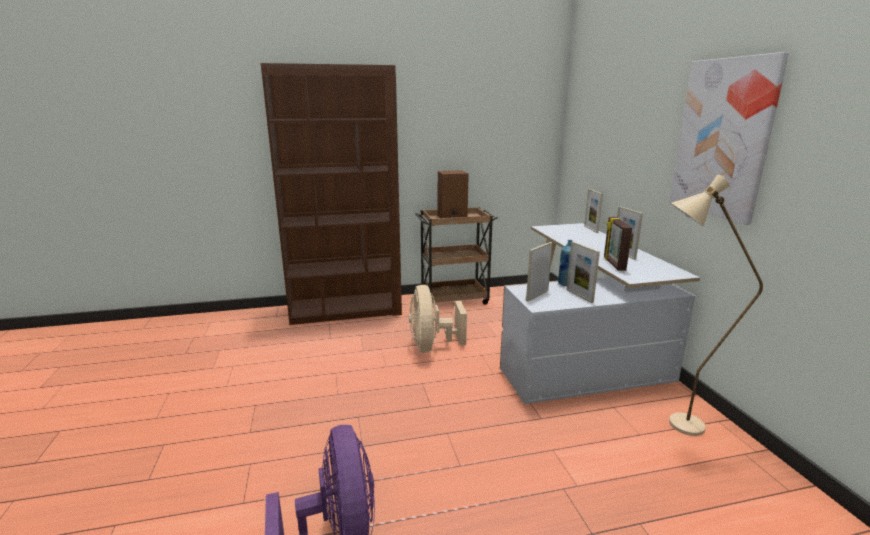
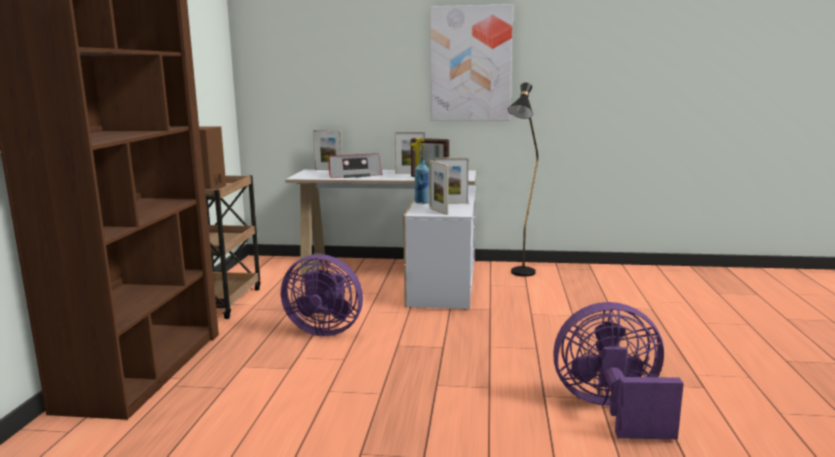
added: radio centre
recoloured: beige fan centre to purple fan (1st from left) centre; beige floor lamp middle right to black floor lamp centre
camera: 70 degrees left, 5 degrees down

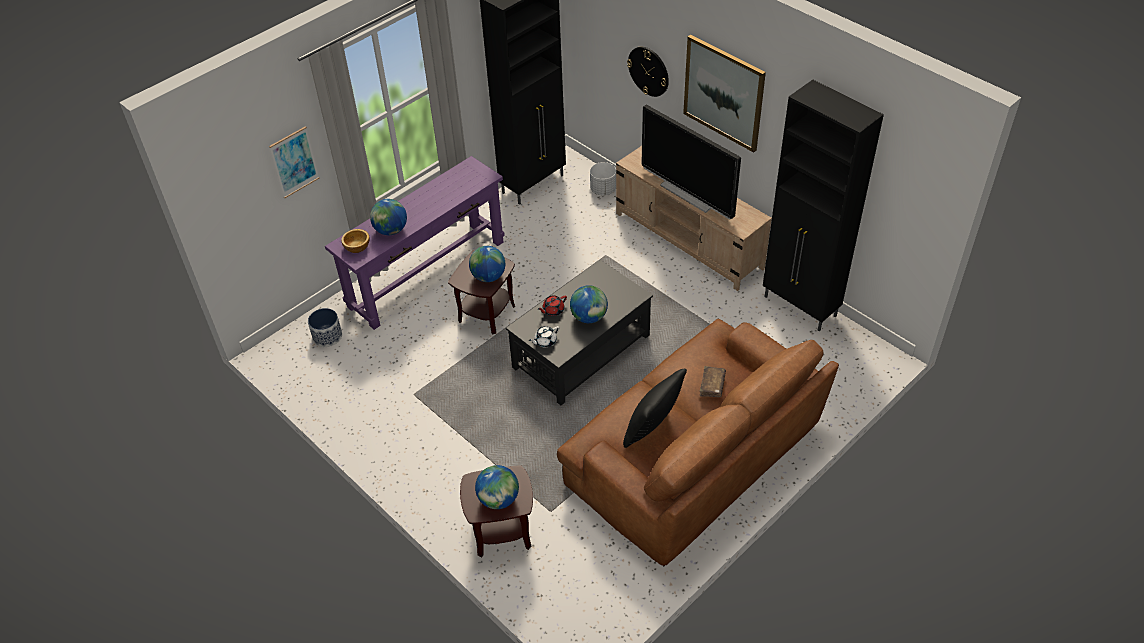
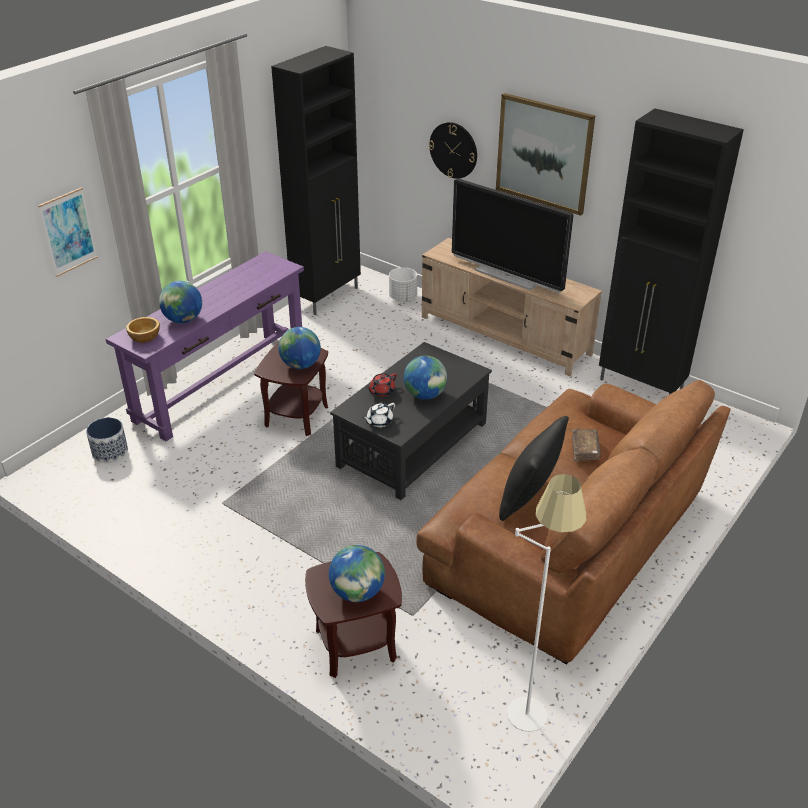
added: white floor lamp bottom right
camera: 10 degrees left, 10 degrees down

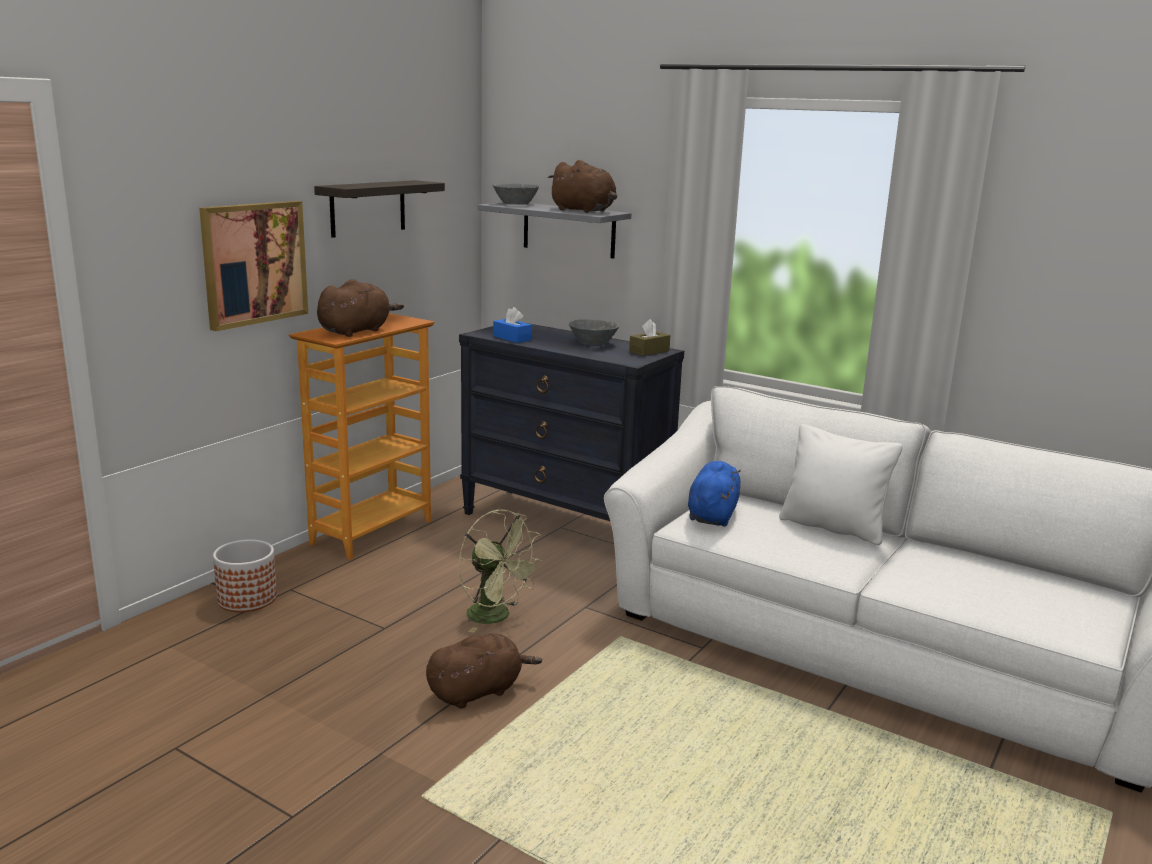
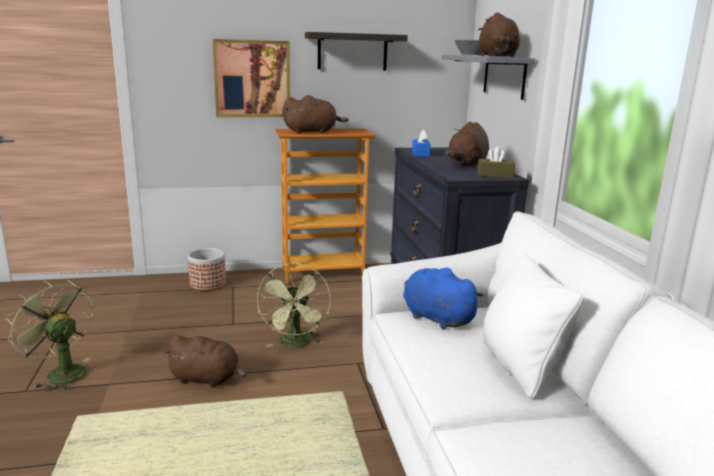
added: green fan (1st from left) bottom left
replaced: grey bowl (2nd from left) centre to brown plush toy (3rd from left) top centre
turned: blue plush toy centre = centre 105 degrees counterclockwise
camera: 45 degrees right, 0 degrees up

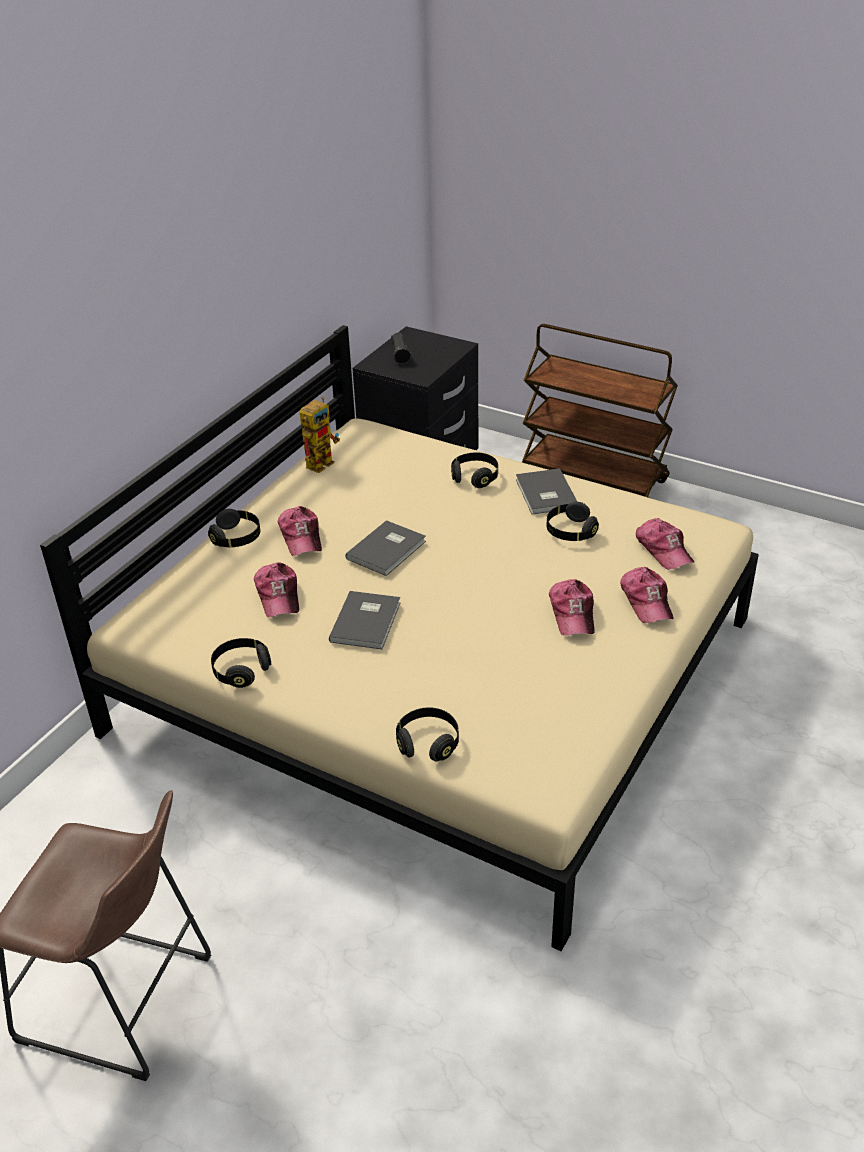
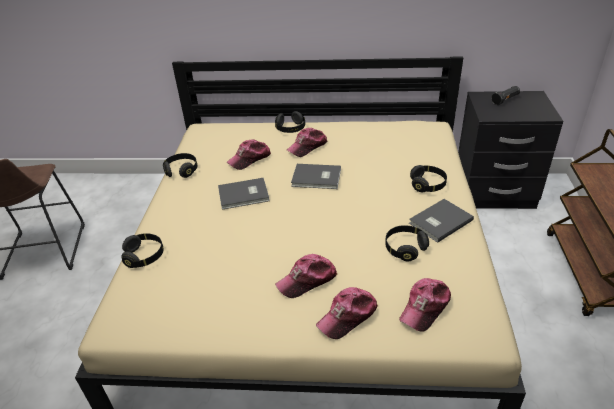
removed: toy robot centre
camera: 65 degrees right, 0 degrees up

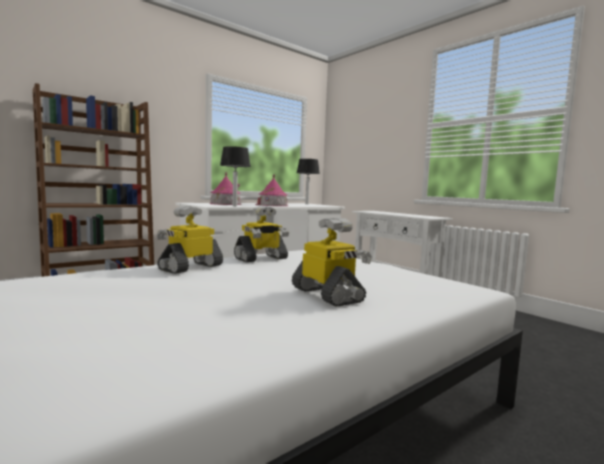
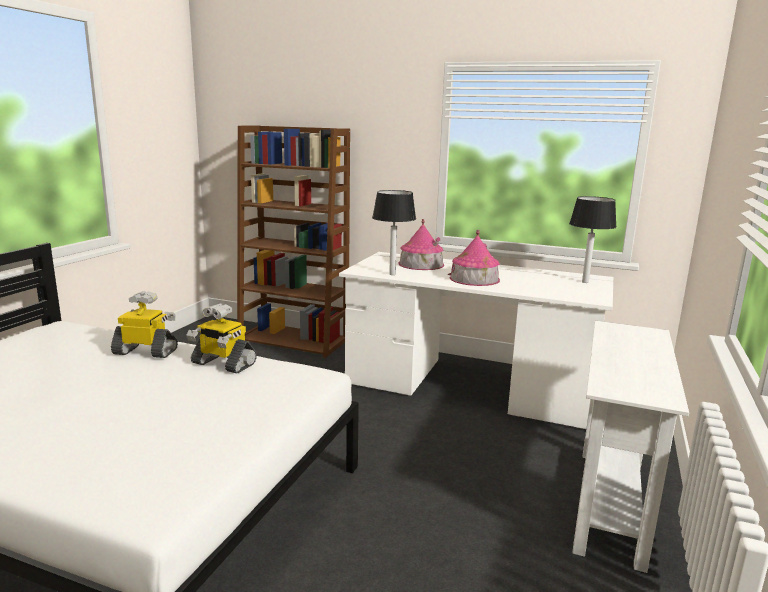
removed: toy robot (3rd from left) centre
camera: 60 degrees right, 10 degrees up

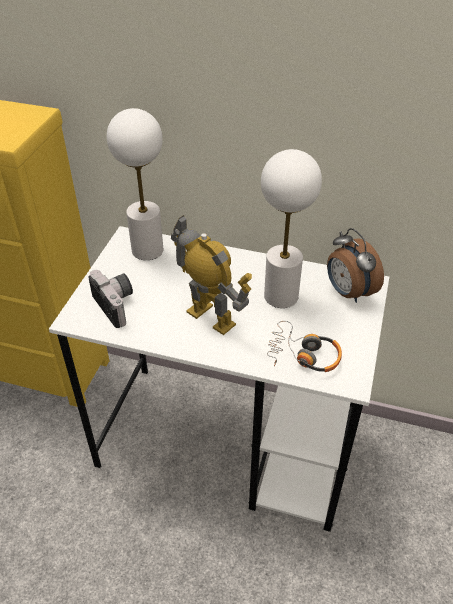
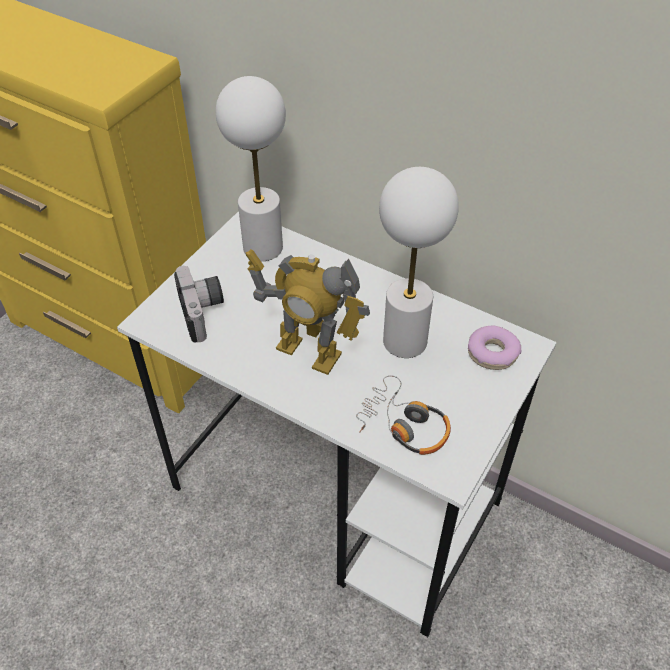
replaced: alarm clock middle right to donut middle right
turned: toy robot centre = centre 150 degrees clockwise
camera: 15 degrees right, 5 degrees up

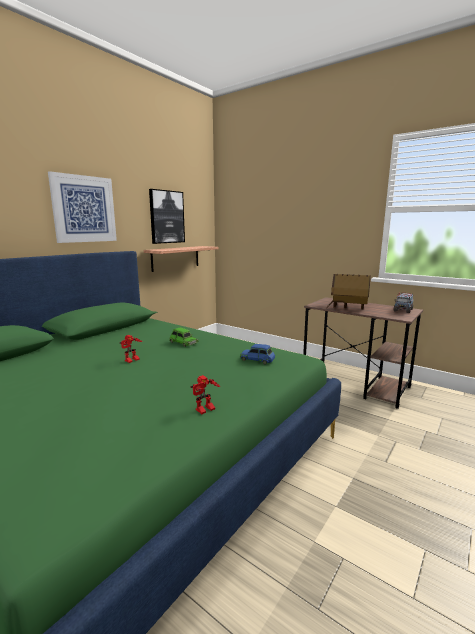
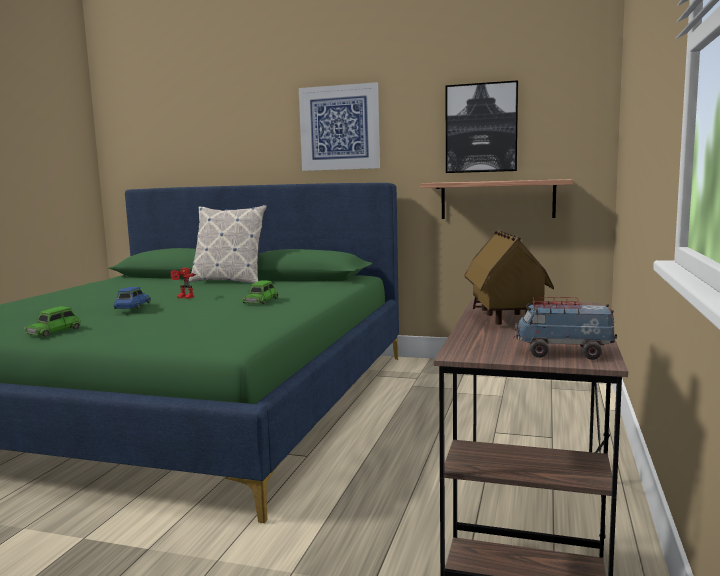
added: pillow middle left
moved: blue toy car centre to middle left
replaced: toy robot (2nd from left) centre to green toy car (1st from left) middle left
camera: 70 degrees right, 5 degrees down

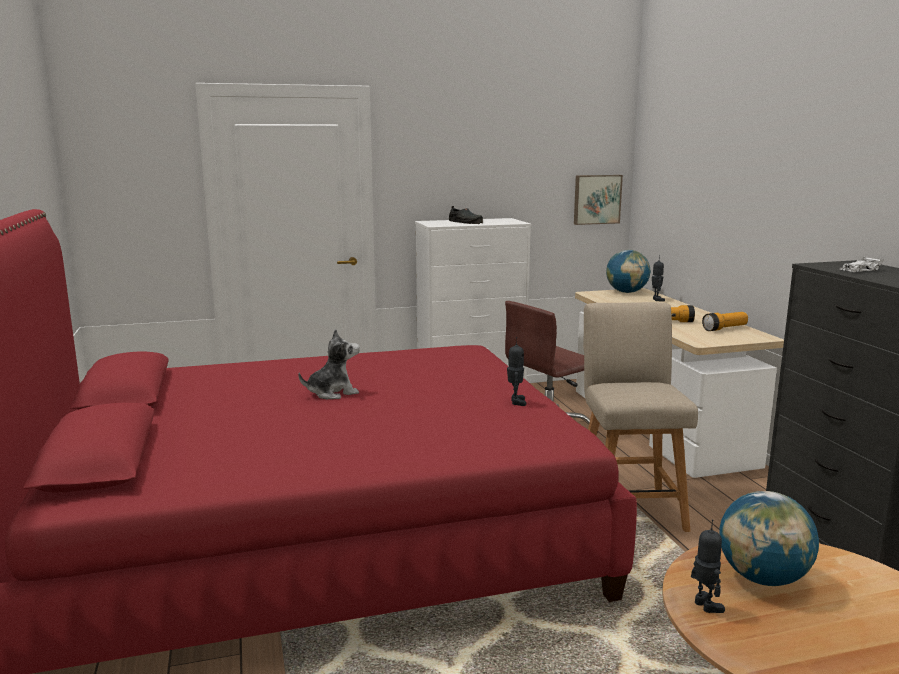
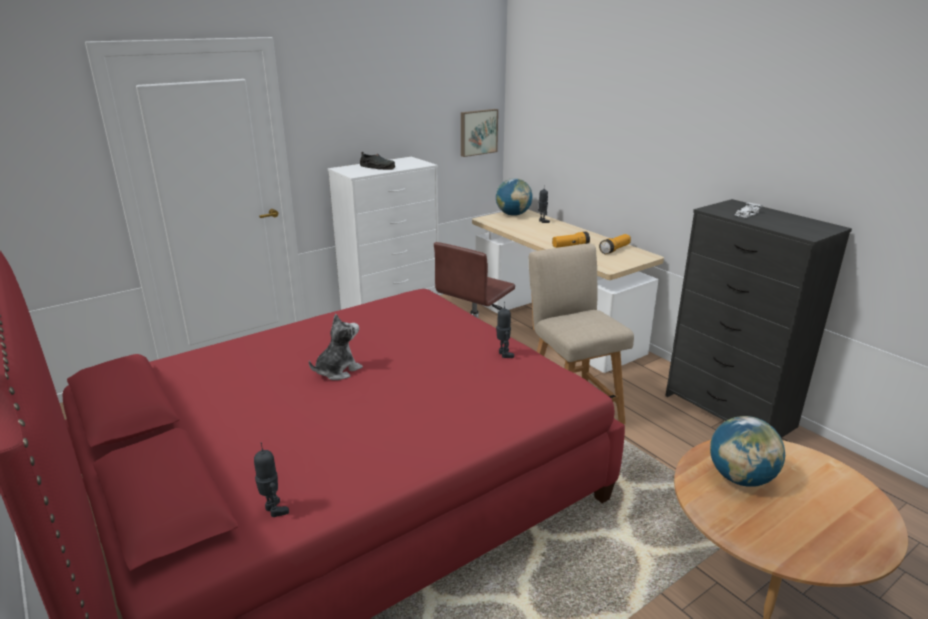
moved: toy robot (3rd from left in the first image) bottom right to toy robot (1st from left) bottom left
camera: 20 degrees left, 10 degrees up

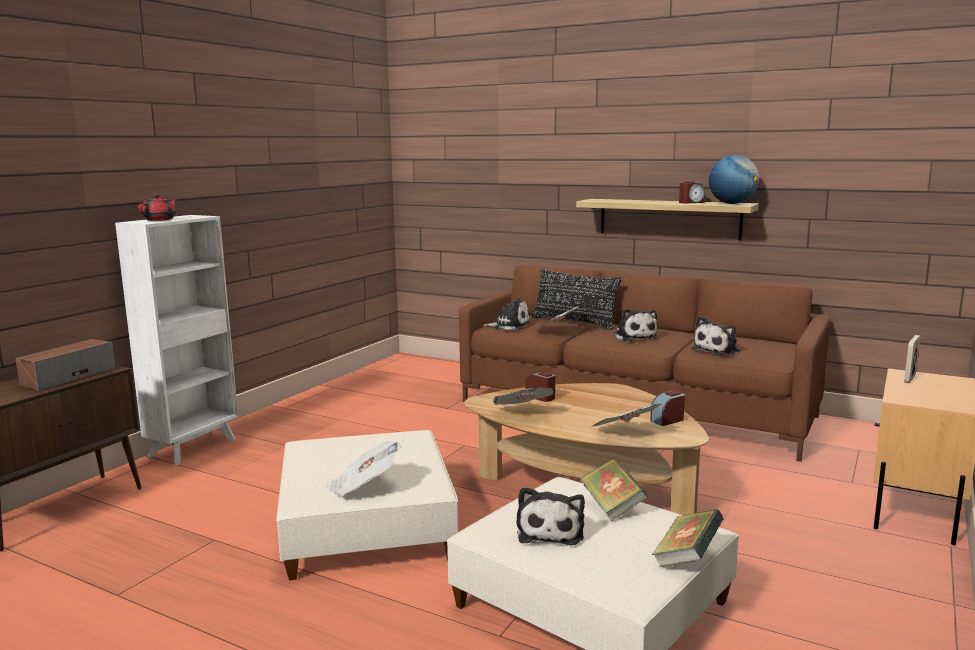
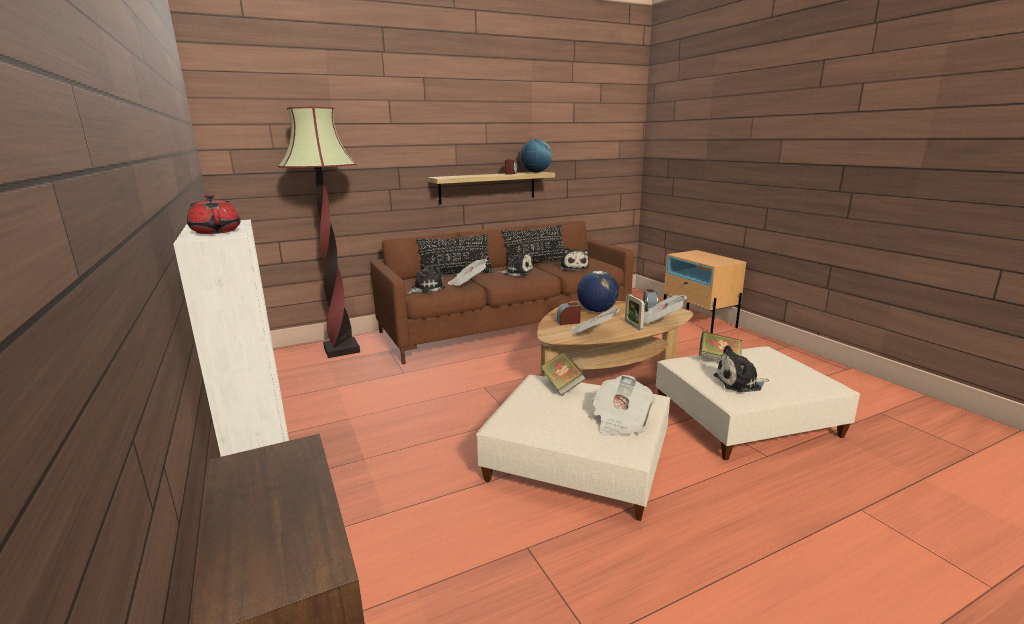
removed: speaker middle left
added: floor lamp middle left; black pillow (2nd from left) centre; globe (2nd from left) centre
moved: book (2nd from left in the first image) bottom right to book (1st from left) centre; picture frame middle right to centre
turned: plush toy (2nd from left in the first image) bottom centre = middle right 135 degrees clockwise
camera: 55 degrees left, 5 degrees up

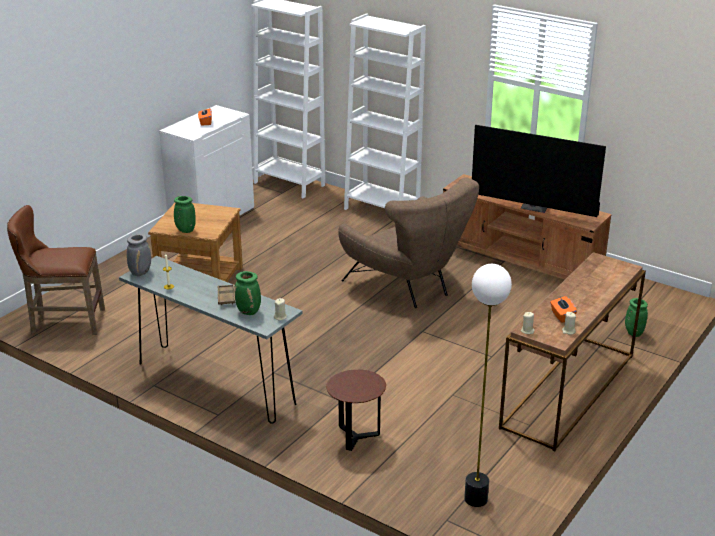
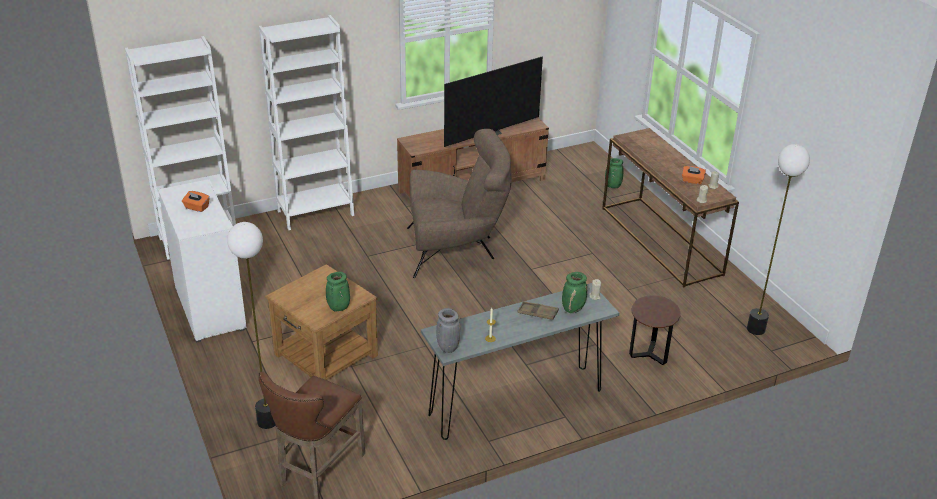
added: floor lamp (1st from left) middle left
camera: 60 degrees left, 5 degrees up

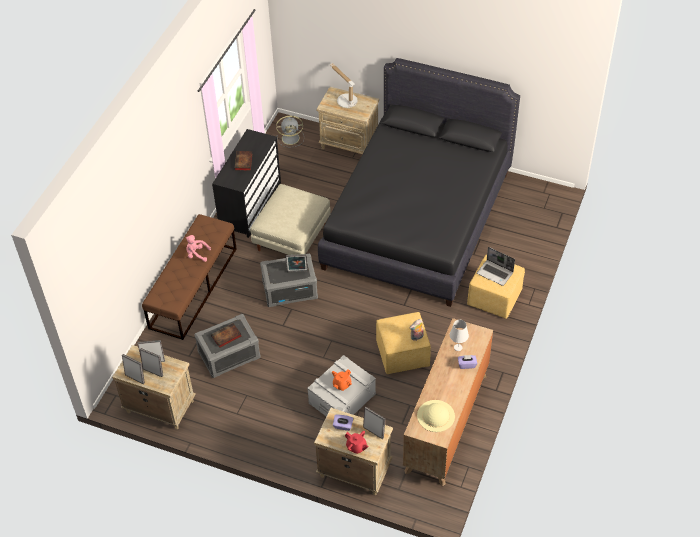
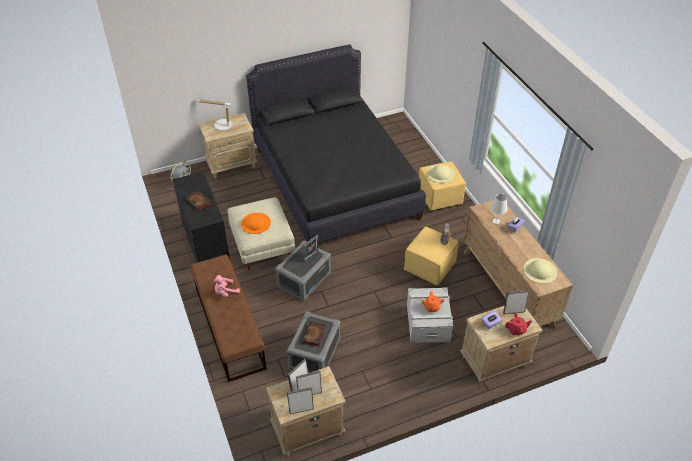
added: orange hat centre
replaced: laptop middle right to beige hat (1st from left) centre
camera: 45 degrees left, 5 degrees down

